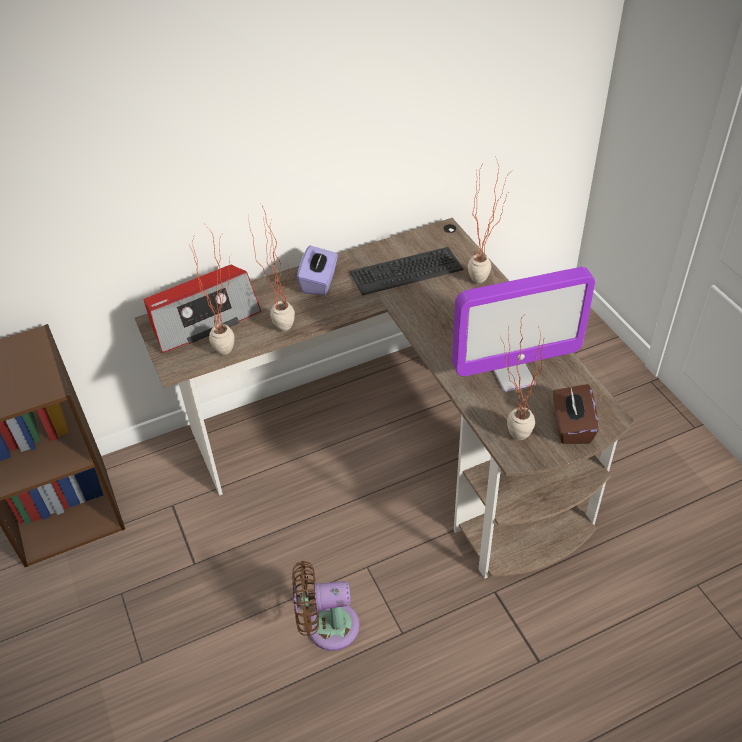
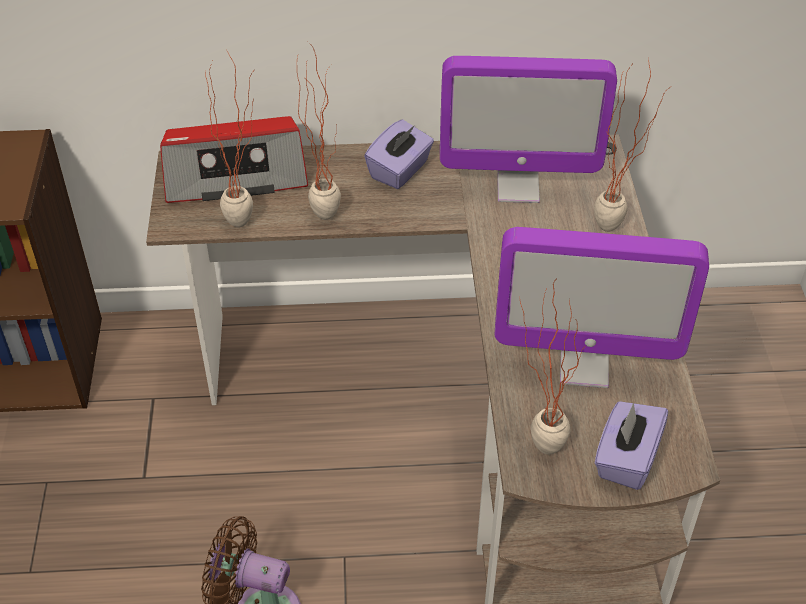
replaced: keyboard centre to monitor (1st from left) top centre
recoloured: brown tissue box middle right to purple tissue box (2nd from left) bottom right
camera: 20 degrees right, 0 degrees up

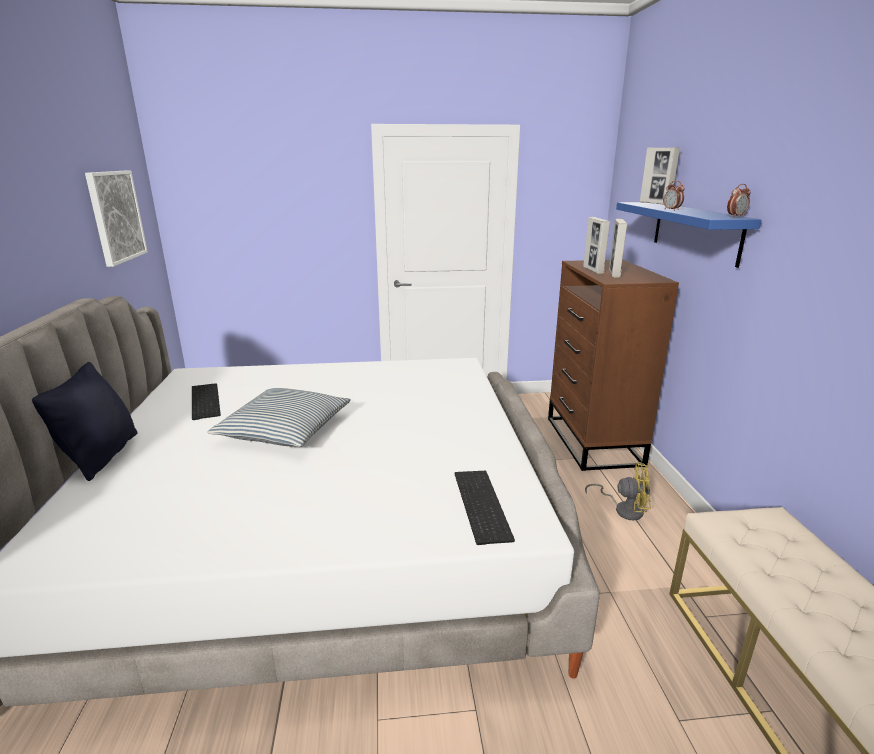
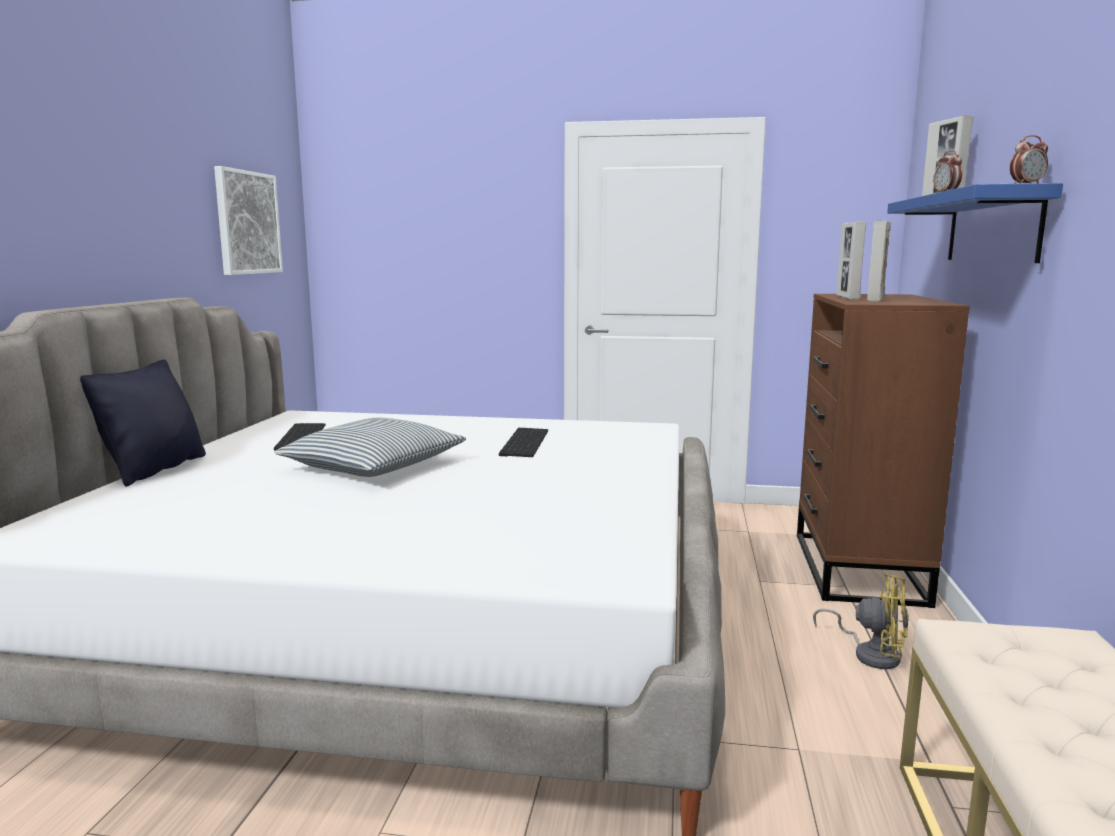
moved: keyboard (2nd from left) bottom centre to centre
camera: 15 degrees right, 10 degrees down

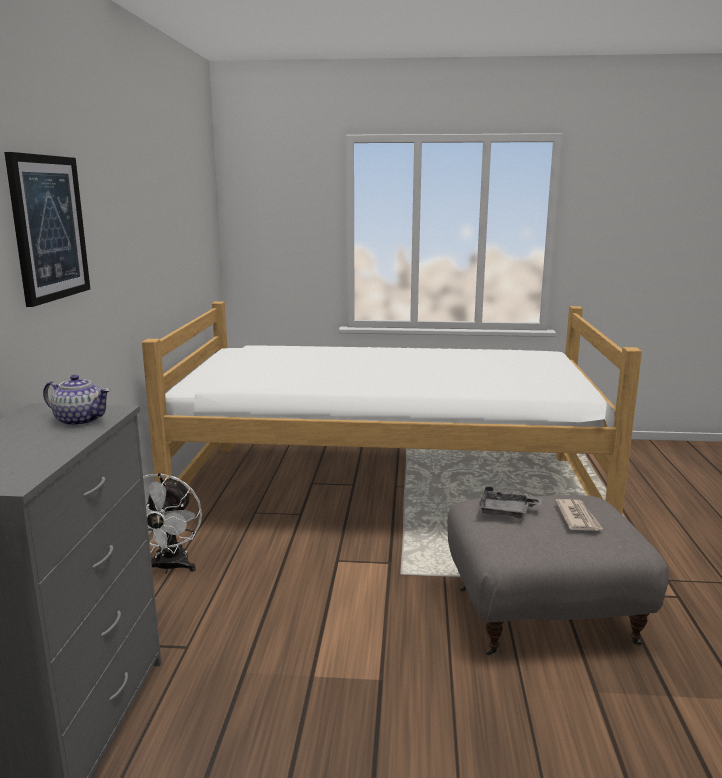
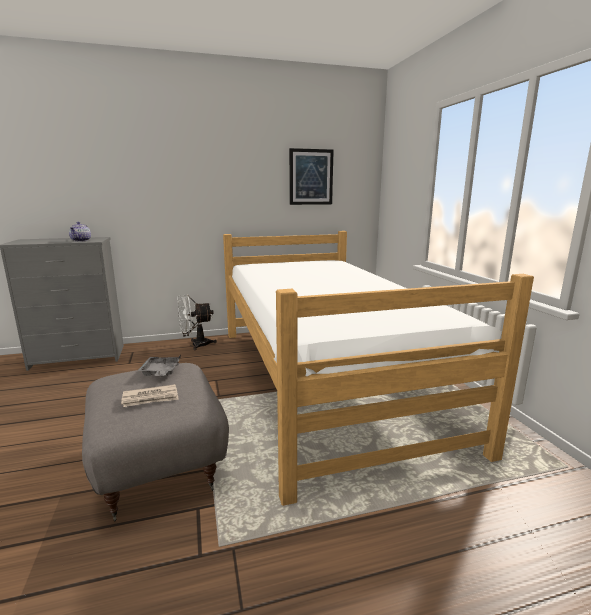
moved: picture top left to top centre
camera: 70 degrees right, 0 degrees up

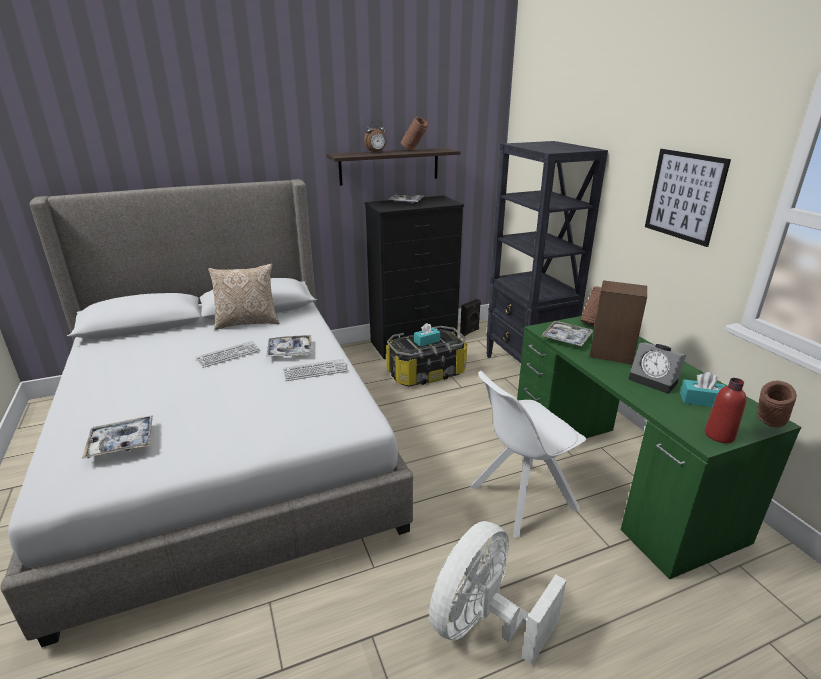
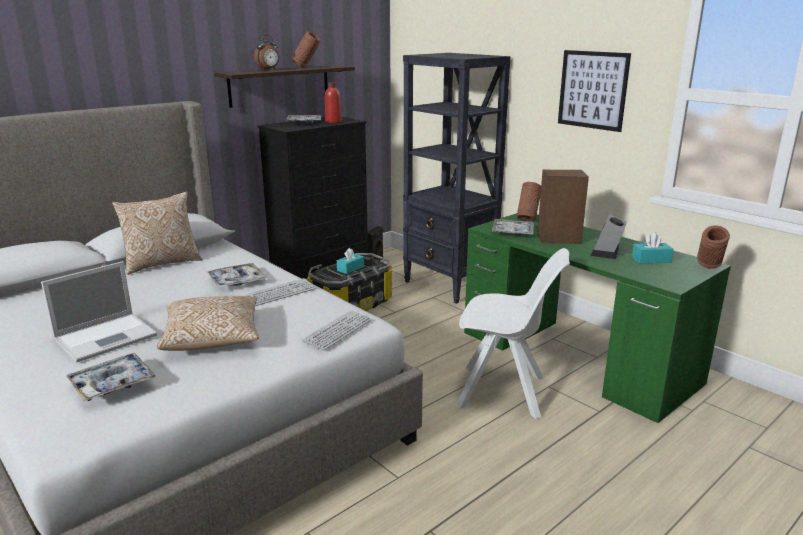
removed: white fan bottom centre
added: laptop middle left; pillow (2nd from left) middle left
moved: keyboard (1st from left in the first image) middle left to keyboard (2nd from left) centre; red bottle middle right to top centre
turned: white chair bottom centre = centre 120 degrees counterclockwise; alarm clock (2nd from left) middle right = middle right 90 degrees clockwise
camera: 20 degrees left, 5 degrees down

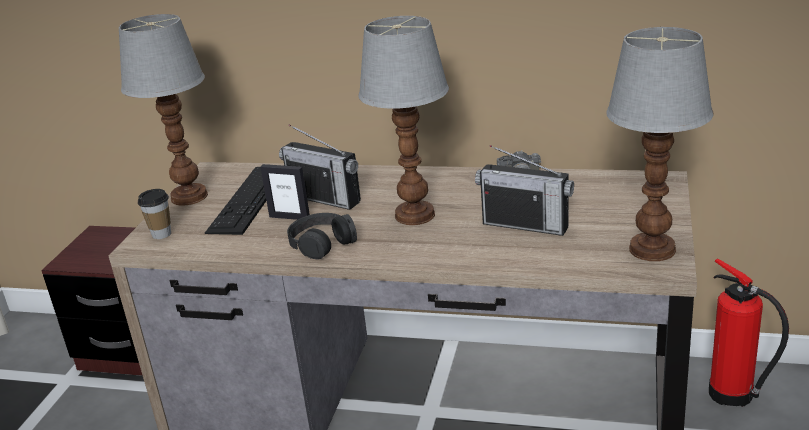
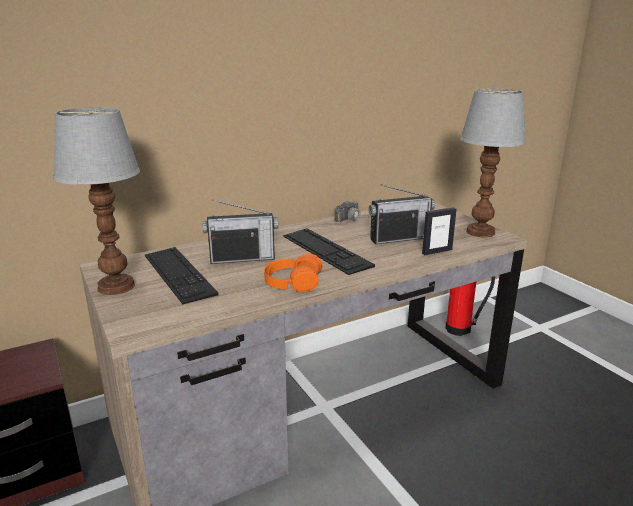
removed: cup middle left
moved: picture frame centre to middle right
replaced: table lamp (2nd from left) top centre to keyboard (2nd from left) centre
recoloured: black headphones centre to orange headphones centre
camera: 45 degrees left, 5 degrees down

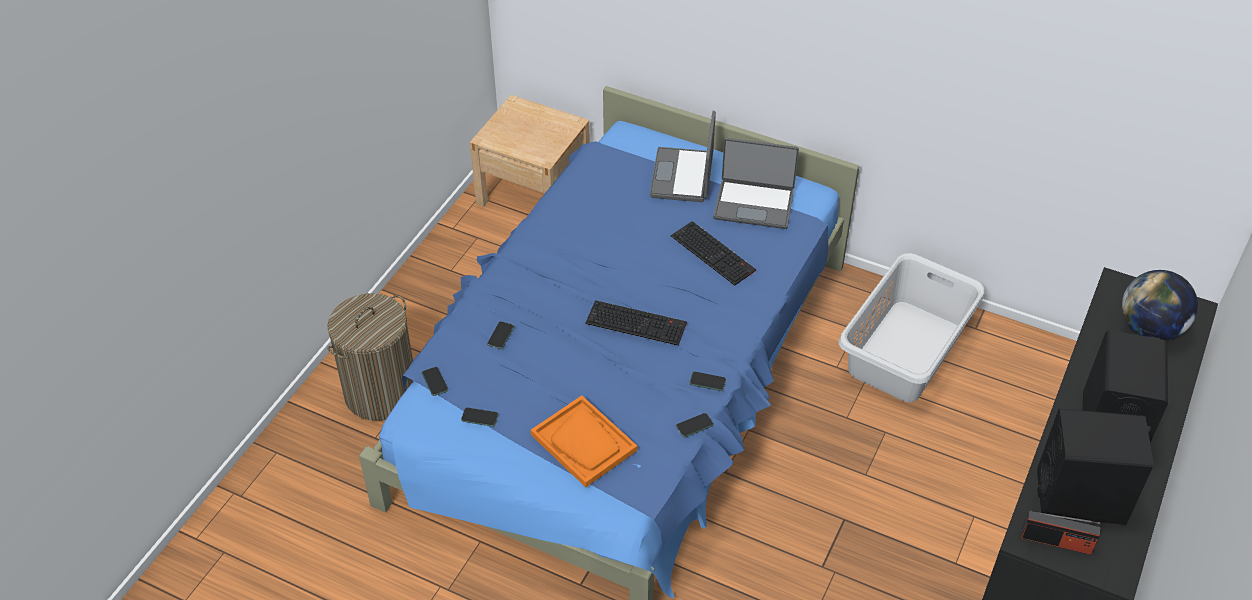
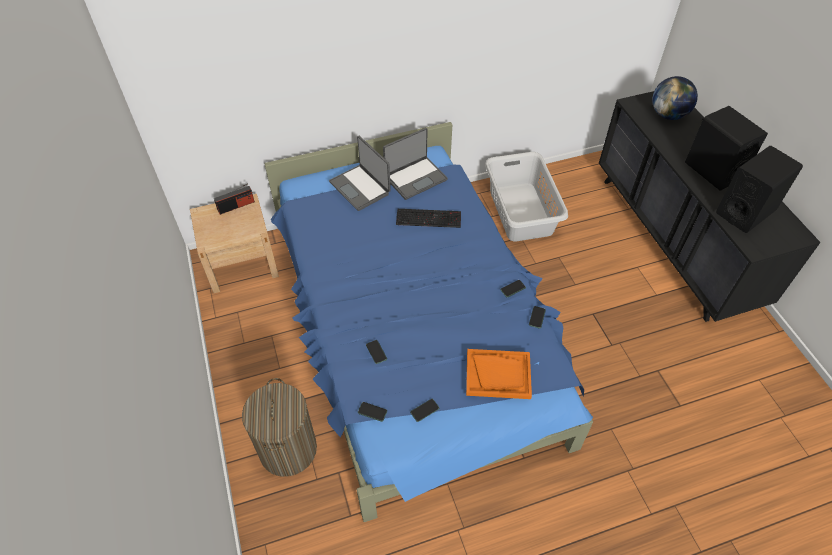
removed: keyboard (1st from left) centre
moved: radio bottom right to middle left
camera: 45 degrees left, 5 degrees up

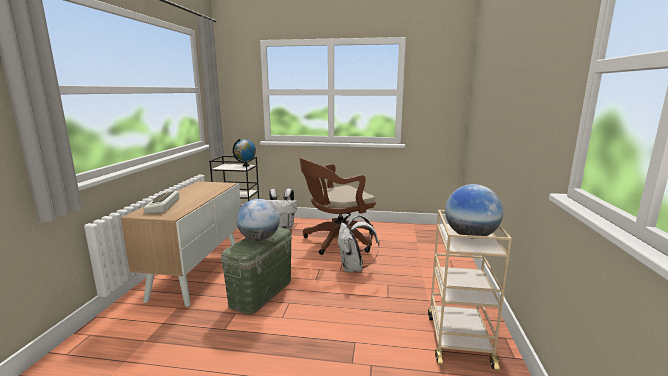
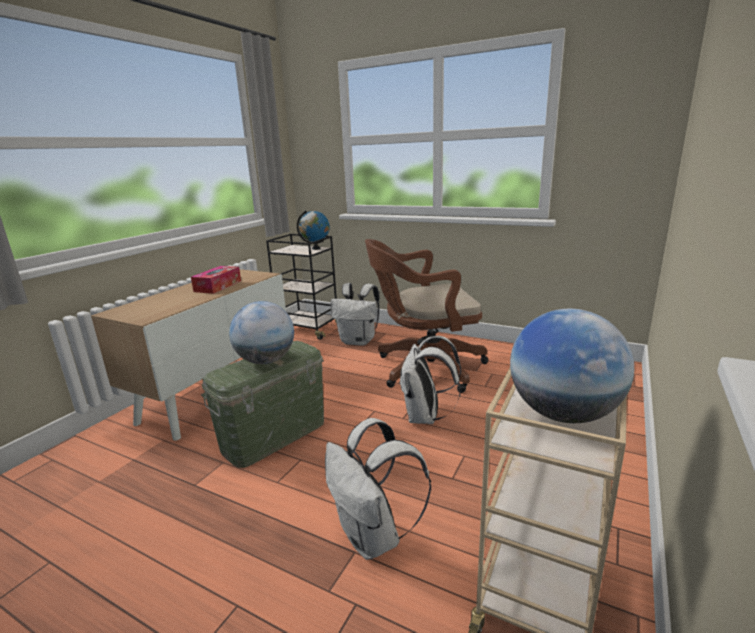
removed: keyboard middle left
added: tissue box middle left; white backpack (2nd from left) bottom centre
camera: 20 degrees right, 5 degrees up

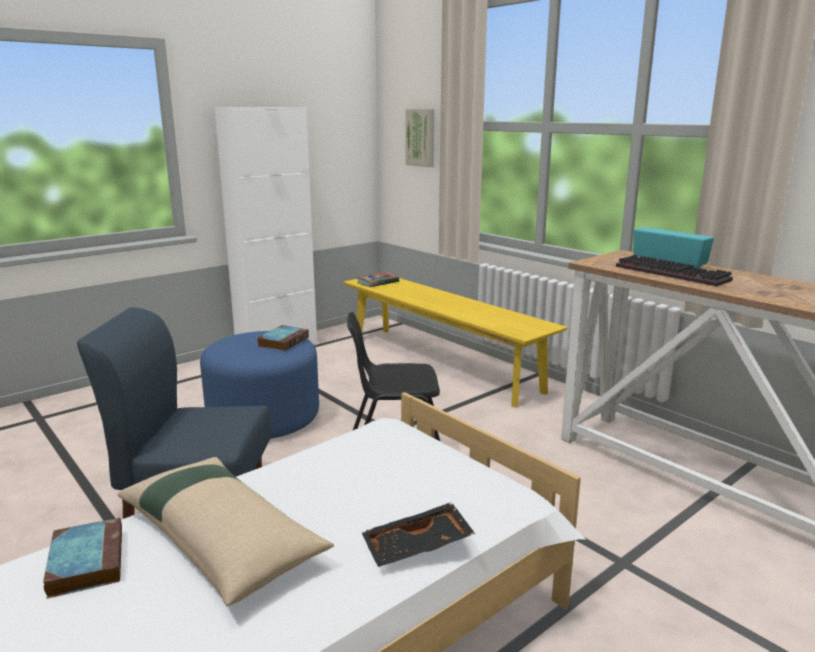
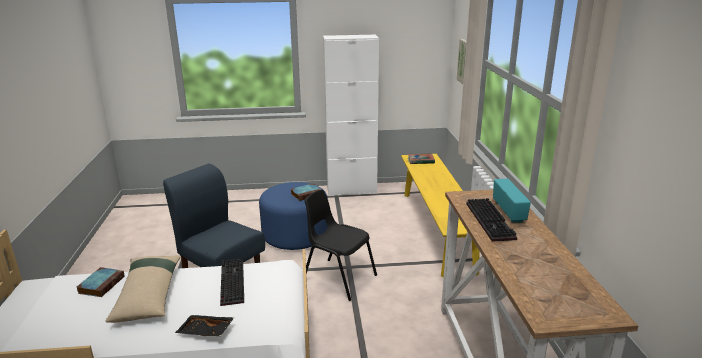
added: keyboard (1st from left) bottom left
camera: 35 degrees right, 5 degrees up

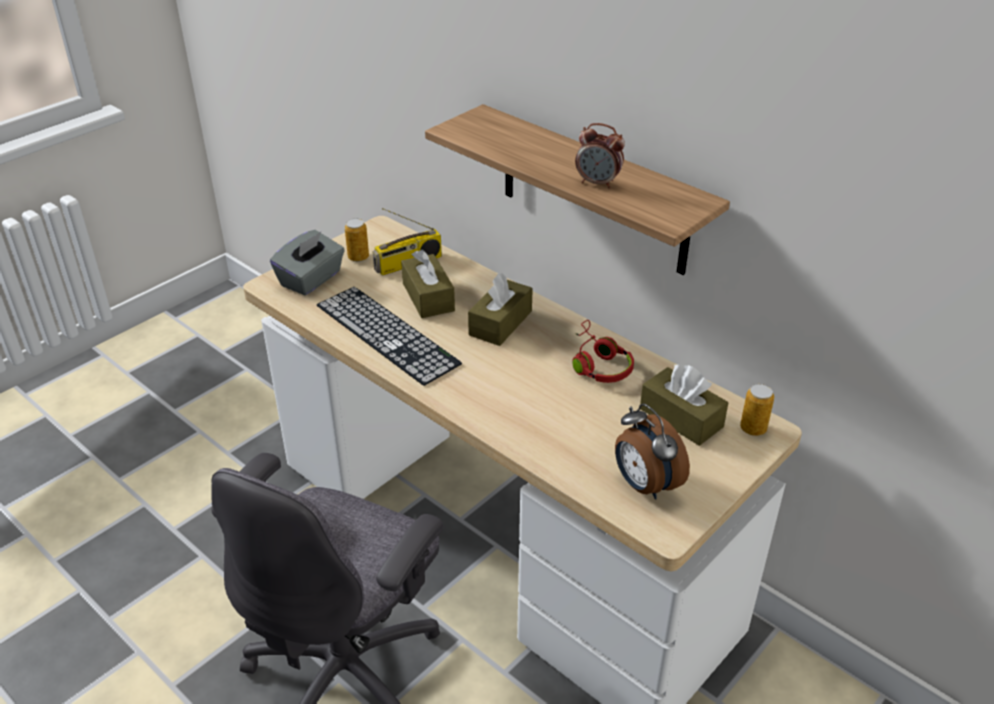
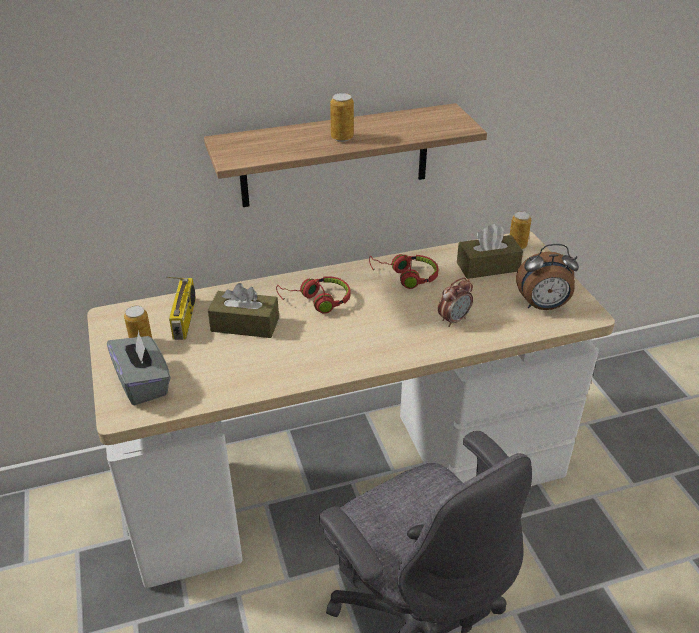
removed: keyboard centre
added: can (2nd from left) top centre
moved: alarm clock (1st from left) top centre to centre
replaced: brown tissue box (2nd from left) centre to red headphones (1st from left) centre
camera: 60 degrees left, 0 degrees up

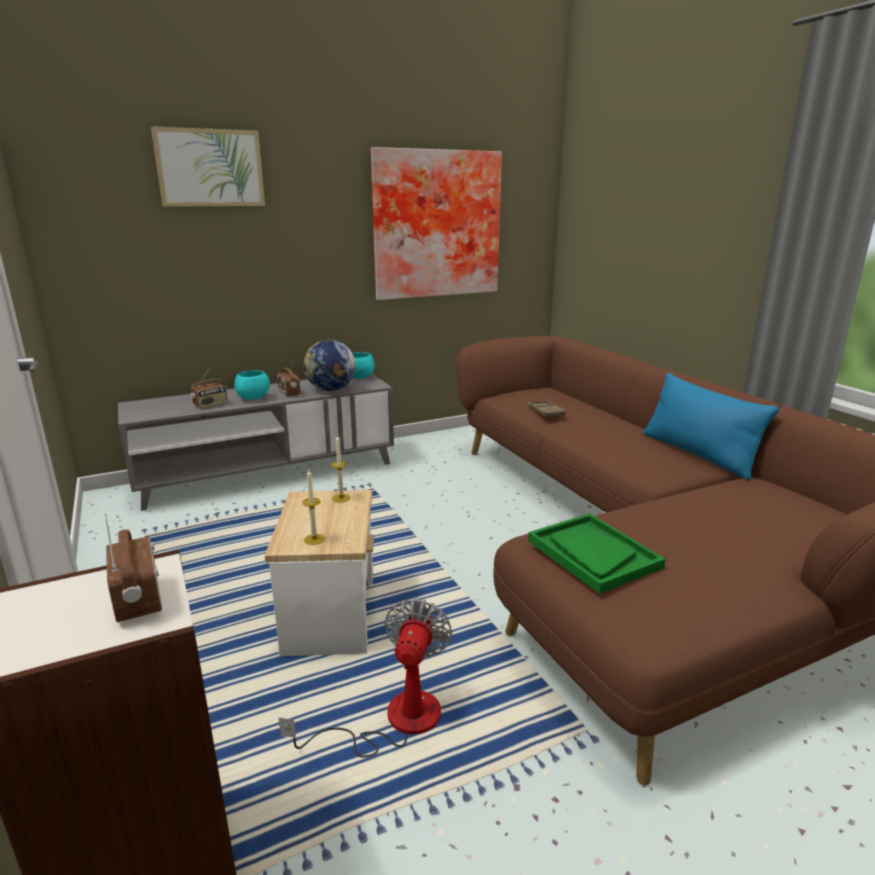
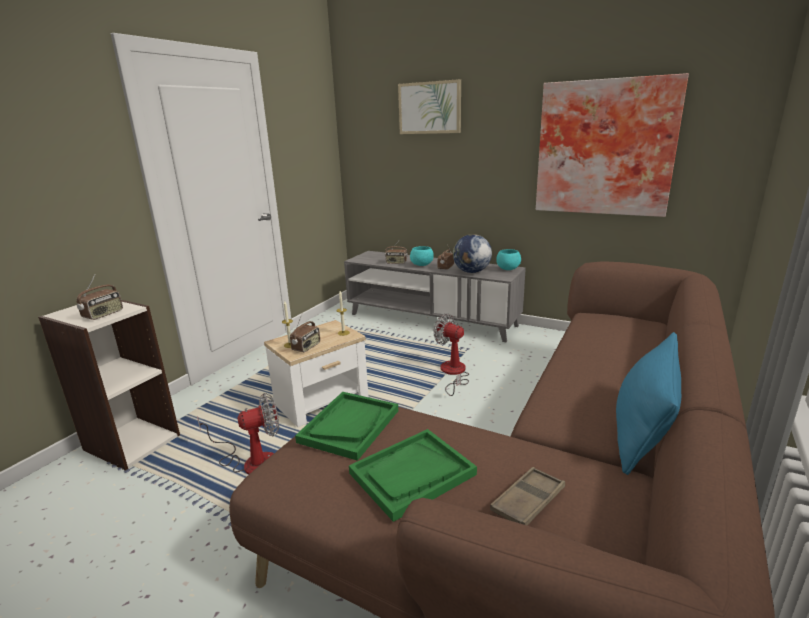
added: radio (2nd from left) centre; green tray (2nd from left) bottom centre; fan (2nd from left) centre
moved: brown tray centre to bottom centre
camera: 55 degrees right, 0 degrees up

